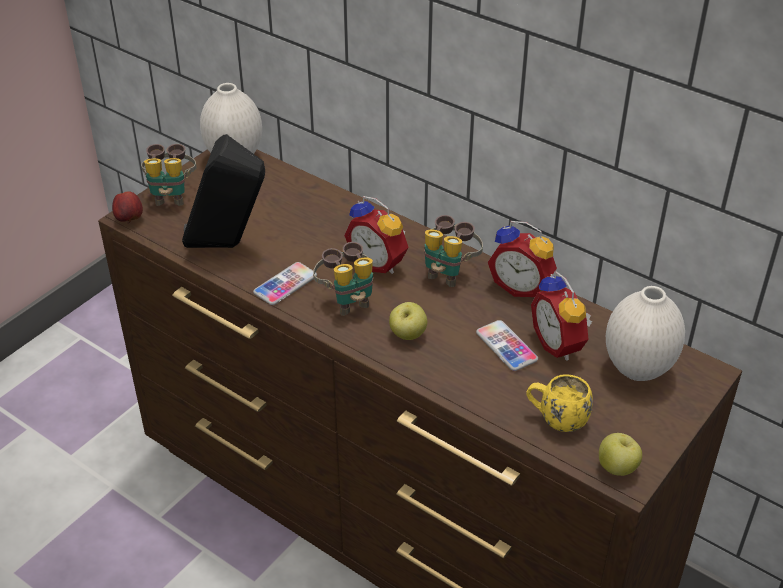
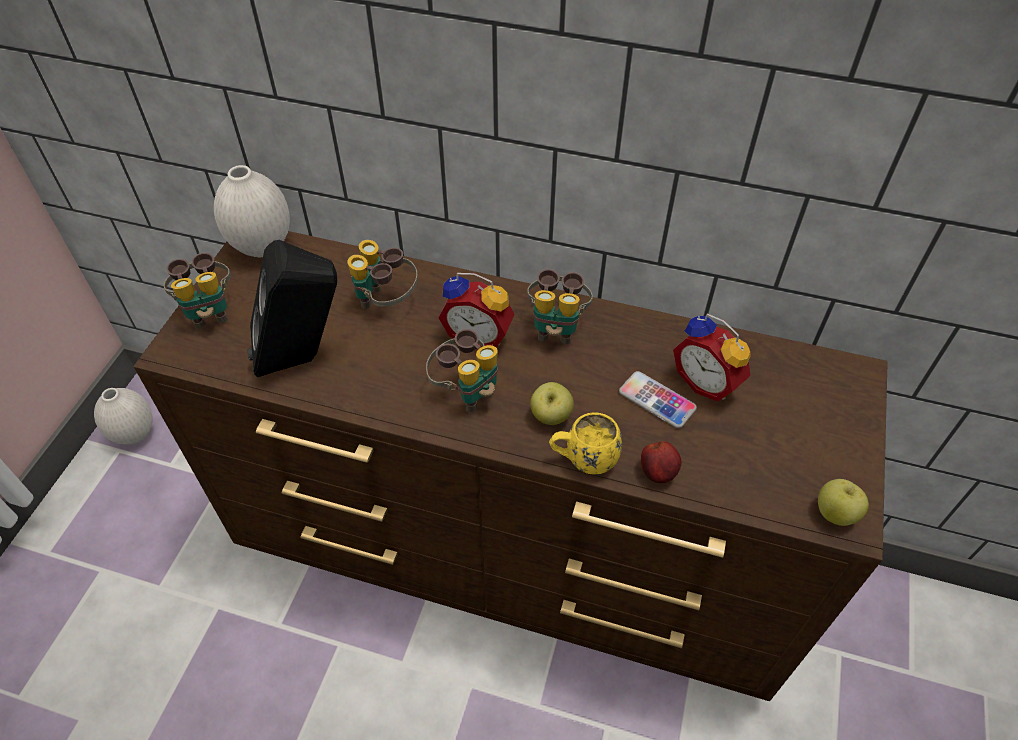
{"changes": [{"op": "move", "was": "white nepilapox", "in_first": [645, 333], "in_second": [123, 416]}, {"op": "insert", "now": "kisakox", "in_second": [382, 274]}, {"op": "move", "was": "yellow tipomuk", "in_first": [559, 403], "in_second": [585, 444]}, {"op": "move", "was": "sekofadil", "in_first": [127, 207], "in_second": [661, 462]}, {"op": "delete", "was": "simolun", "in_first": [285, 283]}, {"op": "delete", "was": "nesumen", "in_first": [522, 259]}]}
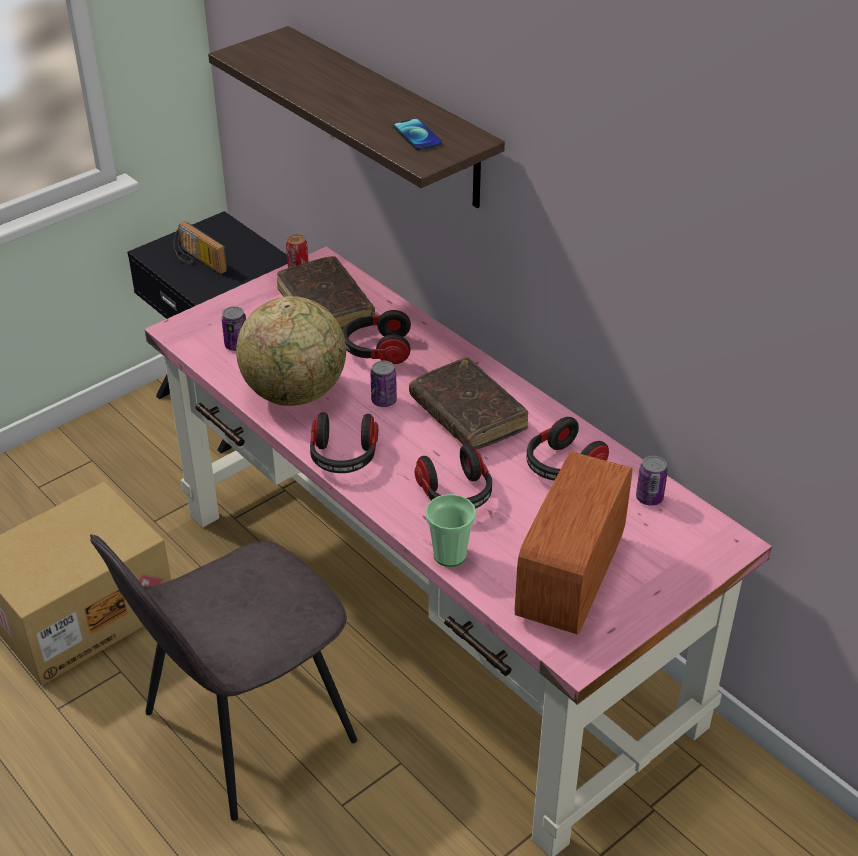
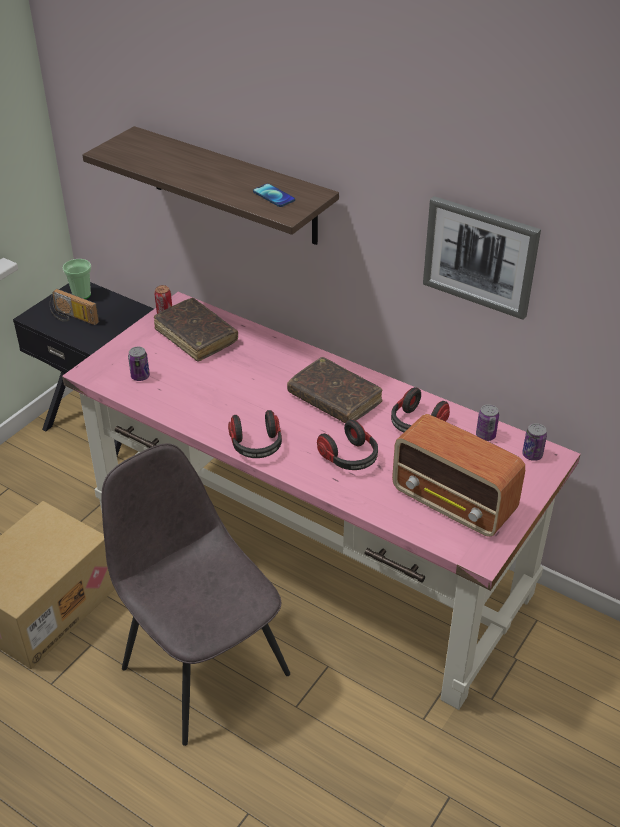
{"changes": [{"op": "move", "was": "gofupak", "in_first": [450, 530], "in_second": [77, 279]}, {"op": "rotate", "was": "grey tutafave", "in_first": [223, 677], "in_second": [195, 594], "clockwise": 105}, {"op": "rotate", "was": "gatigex", "in_first": [574, 543], "in_second": [458, 475], "clockwise": -60}, {"op": "insert", "now": "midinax", "in_second": [482, 258]}, {"op": "move", "was": "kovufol", "in_first": [383, 383], "in_second": [534, 442]}, {"op": "delete", "was": "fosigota", "in_first": [291, 351]}, {"op": "delete", "was": "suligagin", "in_first": [376, 337]}]}
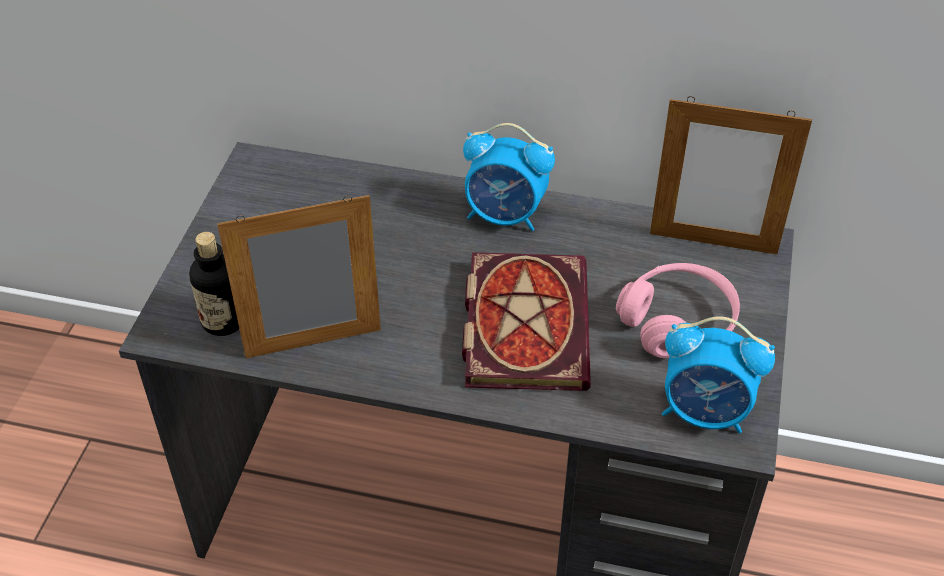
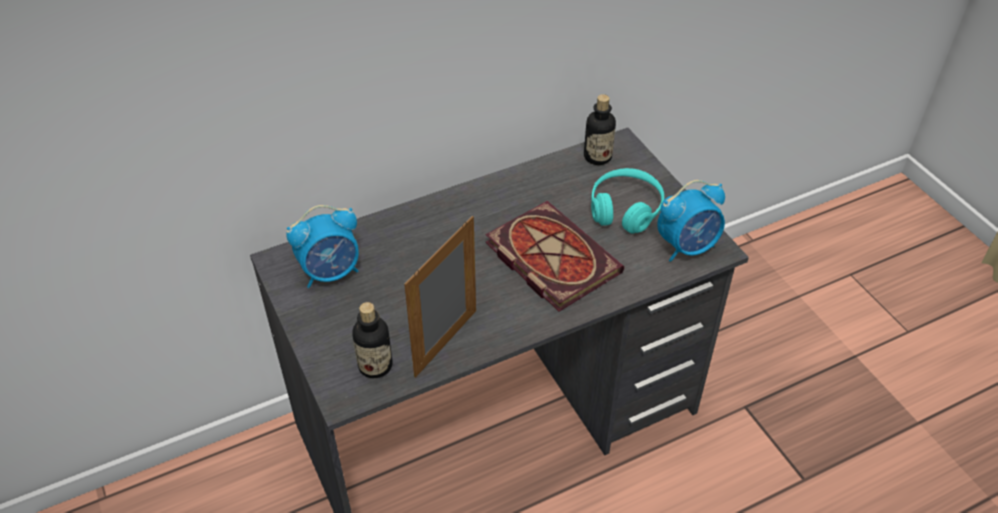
{"changes": [{"op": "move", "was": "nesumen", "in_first": [509, 177], "in_second": [322, 246]}, {"op": "replace", "was": "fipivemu", "now": "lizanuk", "in_first": [731, 175], "in_second": [600, 129]}, {"op": "recolor", "was": "pink suligagin", "now": "turquoise suligagin", "in_first": [678, 310], "in_second": [627, 201]}]}
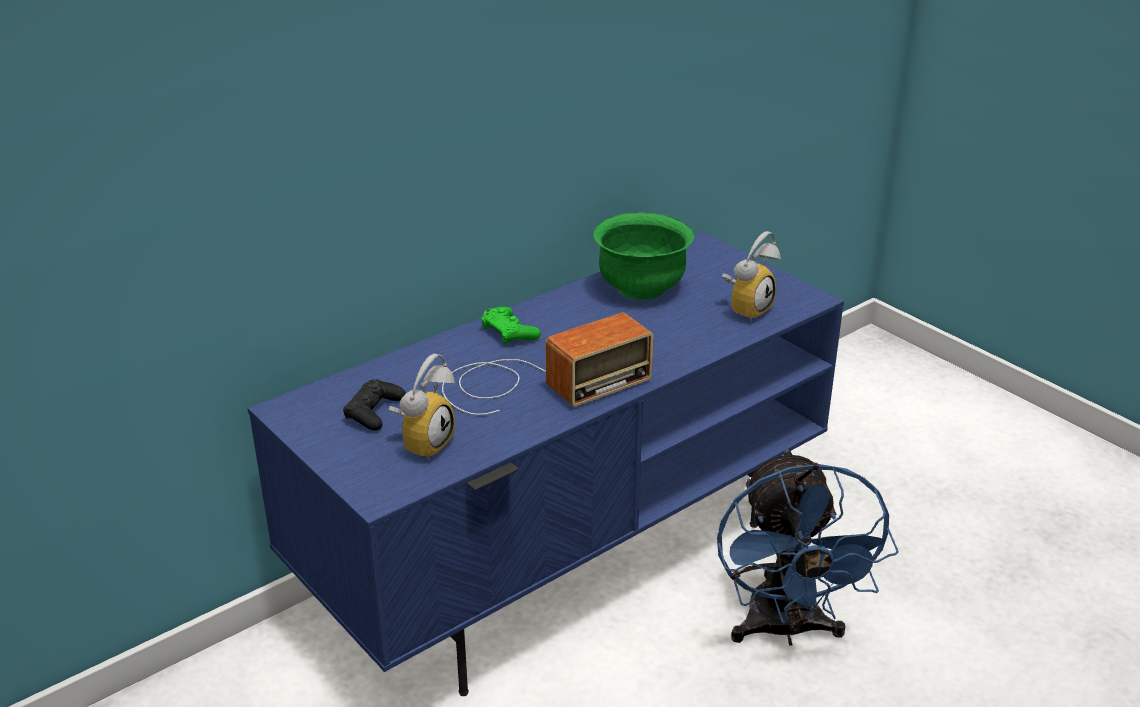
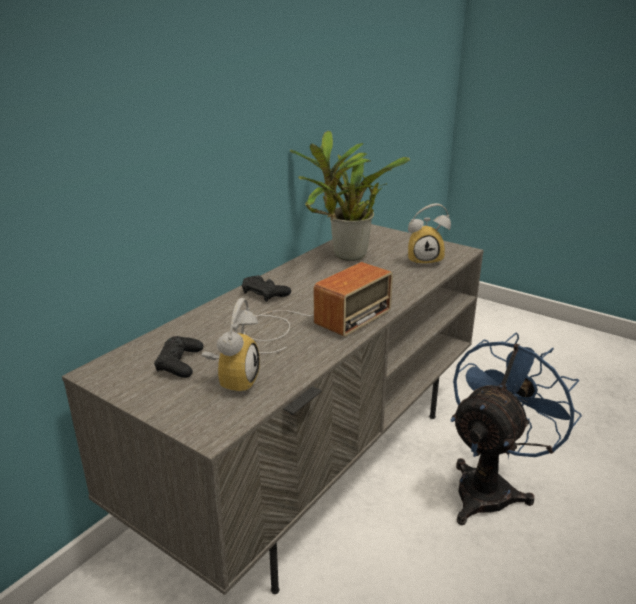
{"changes": [{"op": "recolor", "was": "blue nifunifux", "now": "grey nifunifux", "in_first": [545, 464], "in_second": [273, 409]}, {"op": "recolor", "was": "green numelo", "now": "black numelo", "in_first": [511, 326], "in_second": [266, 288]}, {"op": "replace", "was": "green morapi", "now": "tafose", "in_first": [643, 256], "in_second": [350, 196]}, {"op": "rotate", "was": "nesumen", "in_first": [751, 276], "in_second": [429, 234], "clockwise": 60}, {"op": "rotate", "was": "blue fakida", "in_first": [808, 547], "in_second": [516, 429], "clockwise": -120}]}
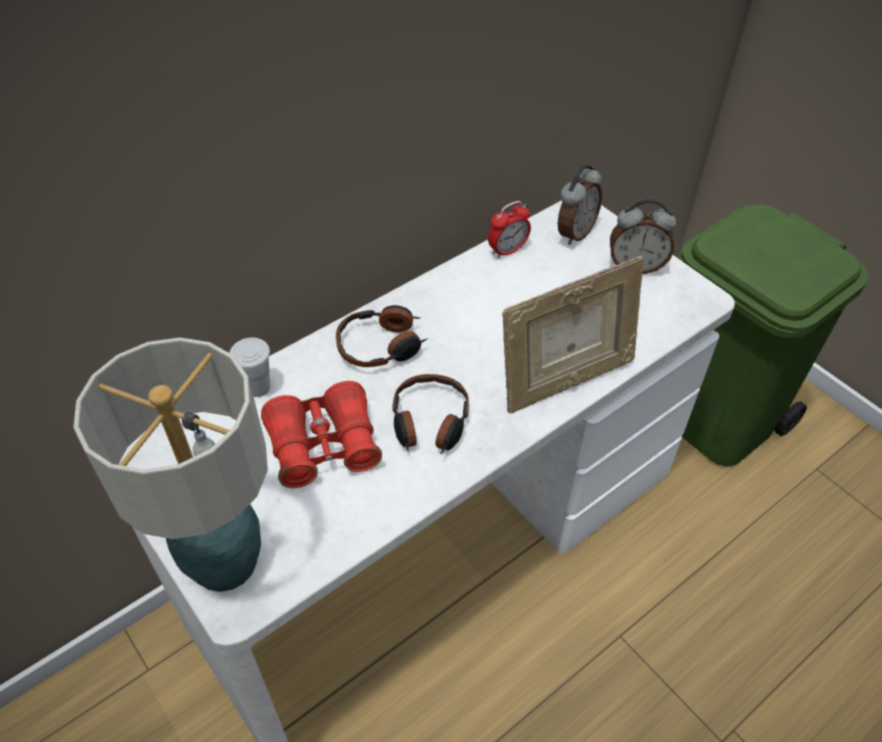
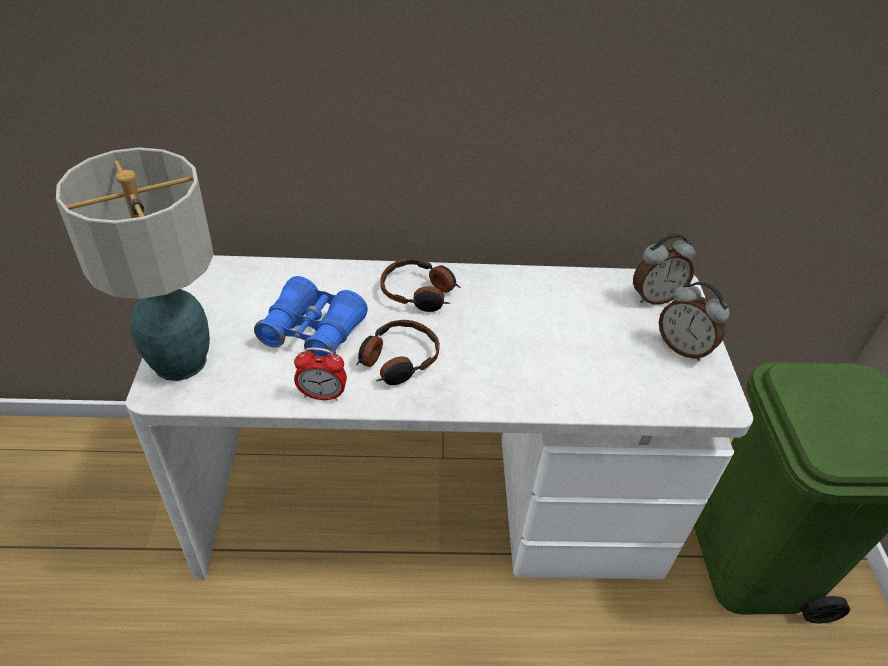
{"changes": [{"op": "recolor", "was": "red kisakox", "now": "blue kisakox", "in_first": [321, 434], "in_second": [311, 316]}, {"op": "move", "was": "nesumen", "in_first": [509, 230], "in_second": [320, 374]}, {"op": "delete", "was": "white gofupak", "in_first": [249, 367]}, {"op": "delete", "was": "fipivemu", "in_first": [573, 334]}]}
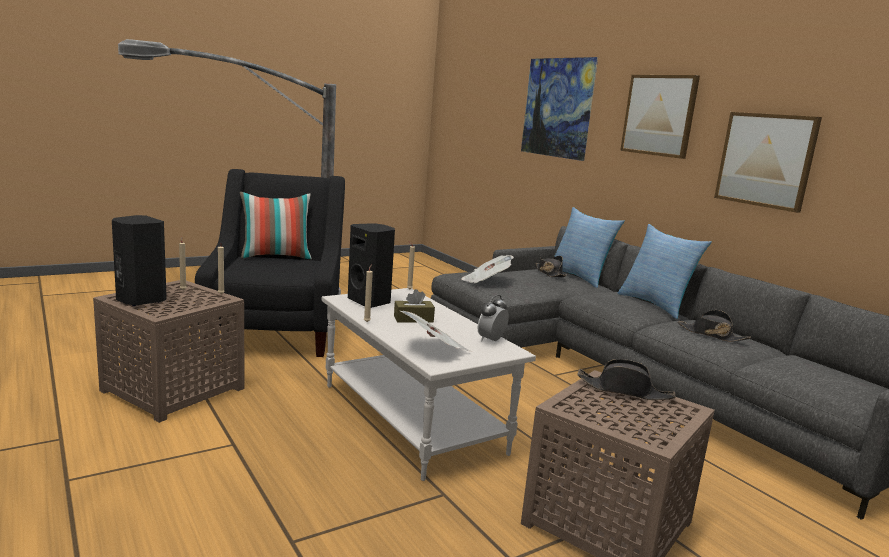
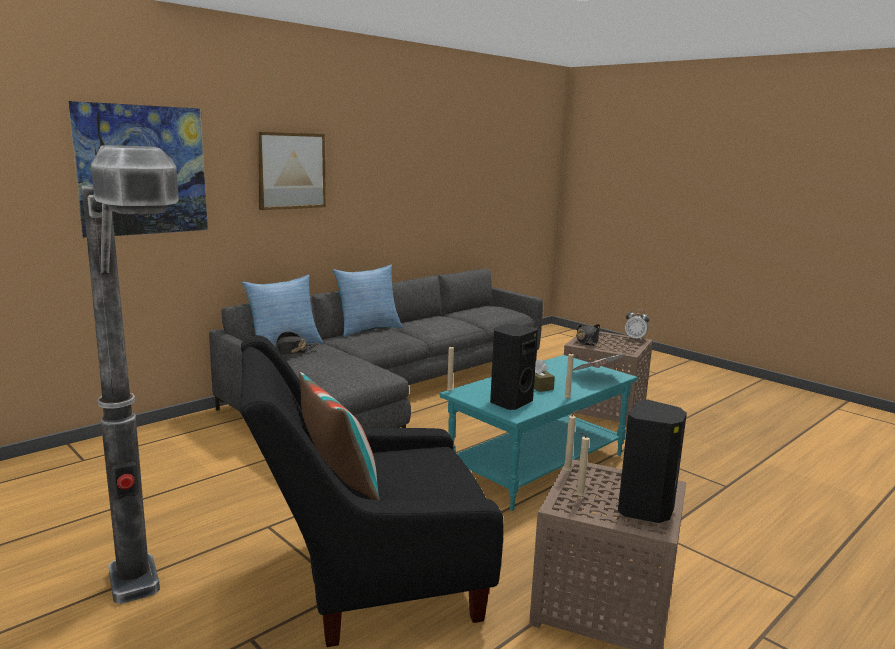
{"changes": [{"op": "recolor", "was": "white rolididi", "now": "turquoise rolididi", "in_first": [429, 384], "in_second": [539, 433]}, {"op": "move", "was": "nesumen", "in_first": [493, 318], "in_second": [637, 325]}, {"op": "delete", "was": "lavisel", "in_first": [488, 269]}, {"op": "delete", "was": "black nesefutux", "in_first": [714, 326]}, {"op": "delete", "was": "midinax", "in_first": [768, 162]}]}
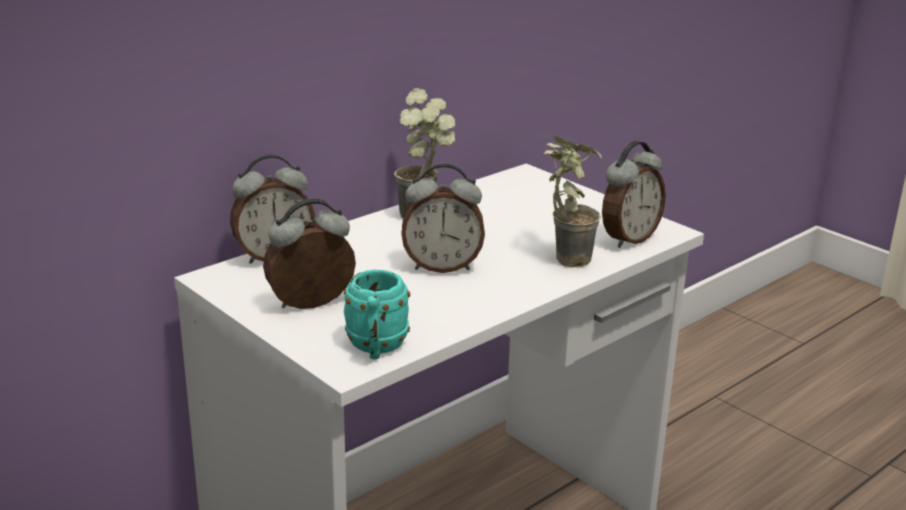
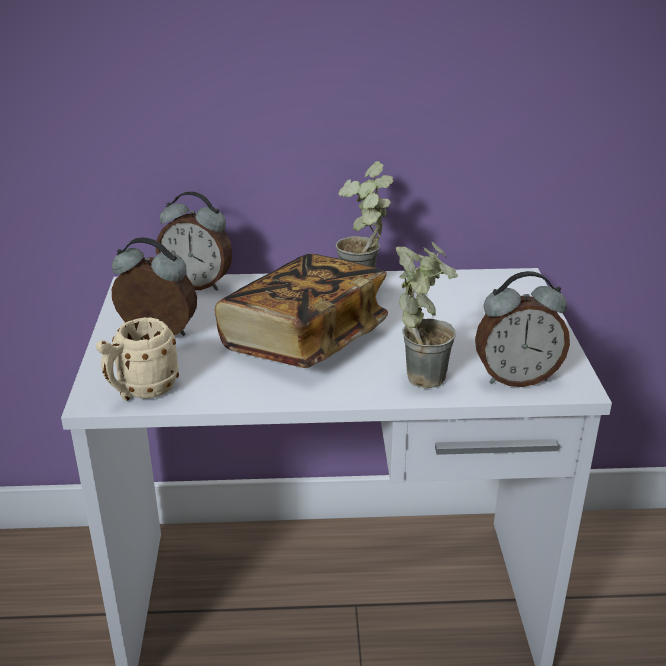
{"changes": [{"op": "recolor", "was": "turquoise tipomuk", "now": "beige tipomuk", "in_first": [376, 314], "in_second": [137, 359]}, {"op": "replace", "was": "nesumen", "now": "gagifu", "in_first": [443, 218], "in_second": [301, 311]}]}
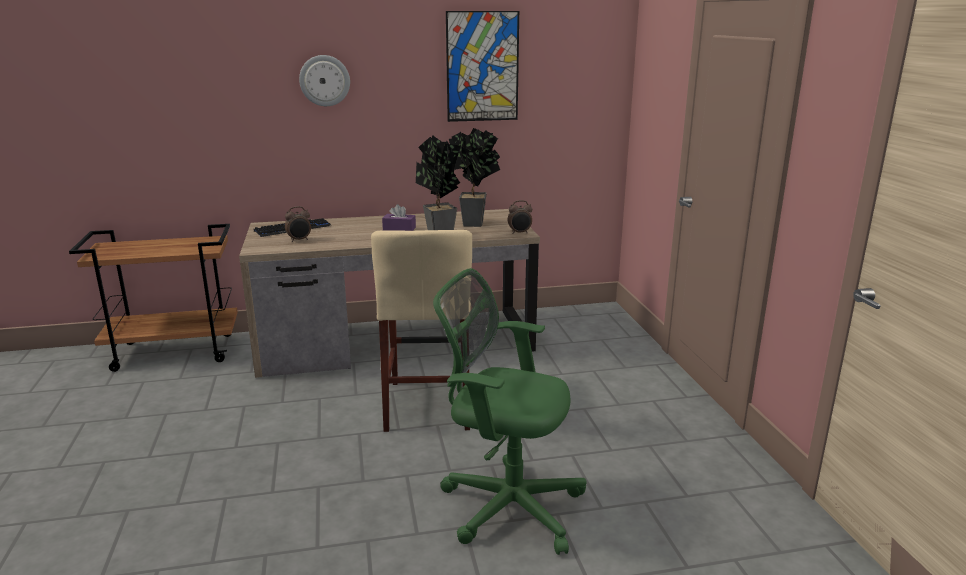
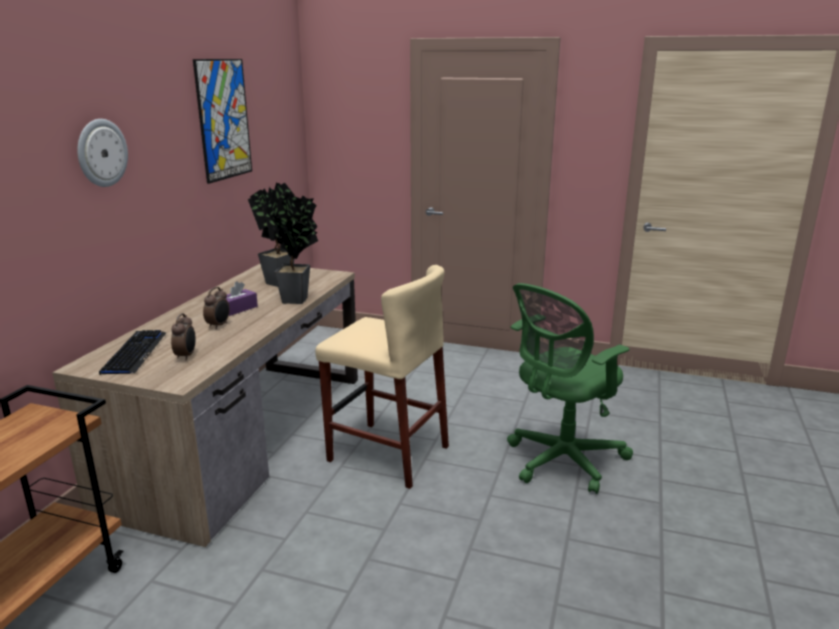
{"changes": [{"op": "move", "was": "nesumen", "in_first": [520, 217], "in_second": [216, 308]}]}
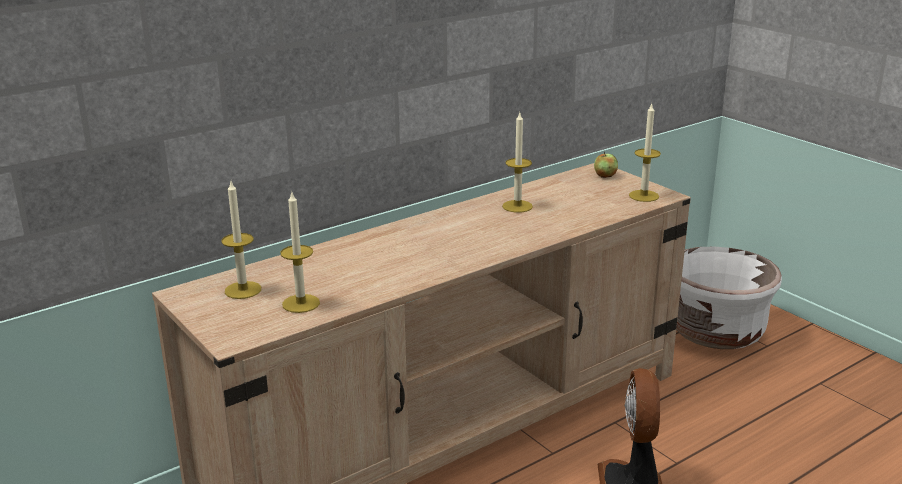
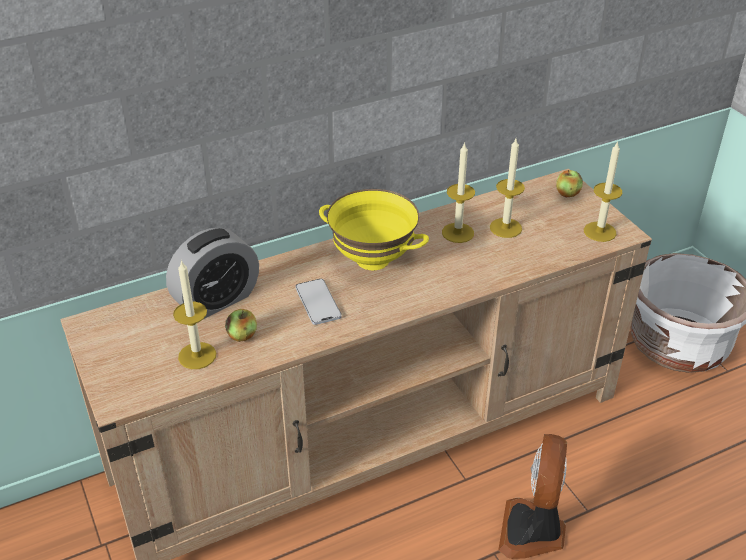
{"changes": [{"op": "insert", "now": "nesumen", "in_second": [212, 273]}, {"op": "insert", "now": "sekofadil", "in_second": [241, 325]}, {"op": "insert", "now": "simolun", "in_second": [319, 302]}, {"op": "insert", "now": "yellow morapi", "in_second": [374, 229]}, {"op": "move", "was": "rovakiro", "in_first": [241, 240], "in_second": [507, 188]}]}
